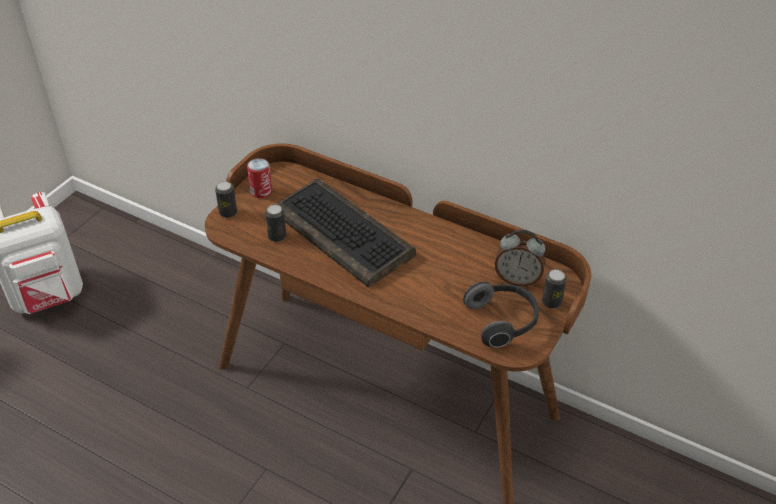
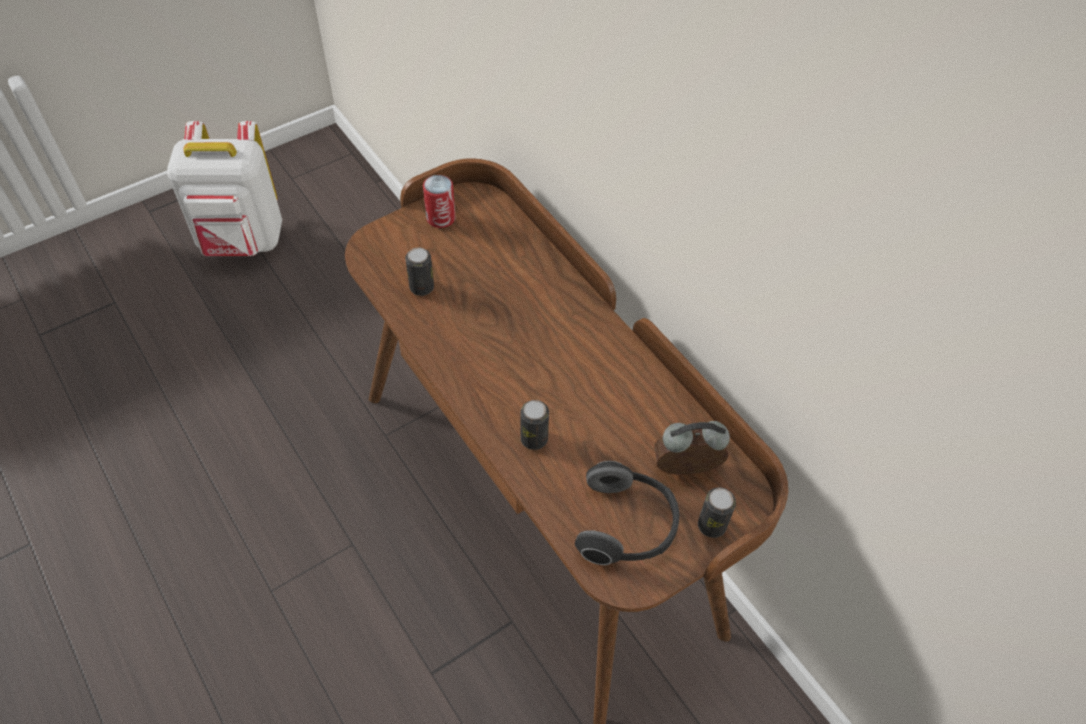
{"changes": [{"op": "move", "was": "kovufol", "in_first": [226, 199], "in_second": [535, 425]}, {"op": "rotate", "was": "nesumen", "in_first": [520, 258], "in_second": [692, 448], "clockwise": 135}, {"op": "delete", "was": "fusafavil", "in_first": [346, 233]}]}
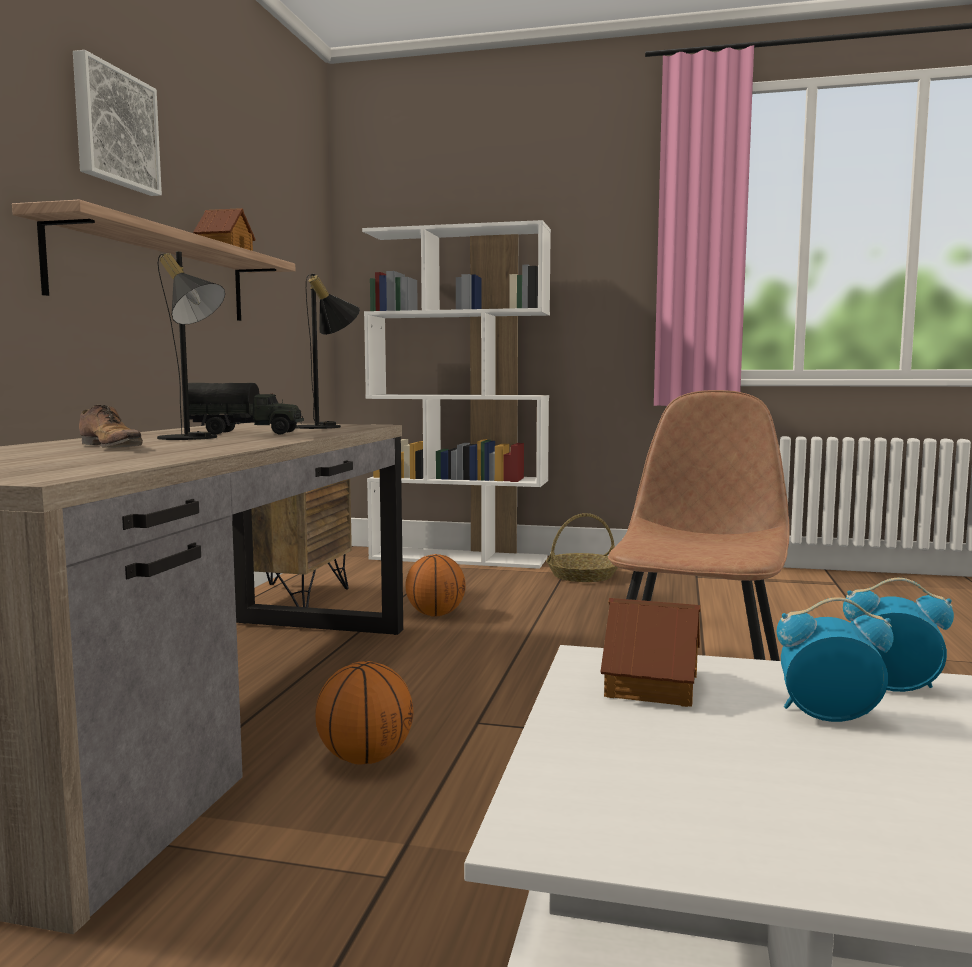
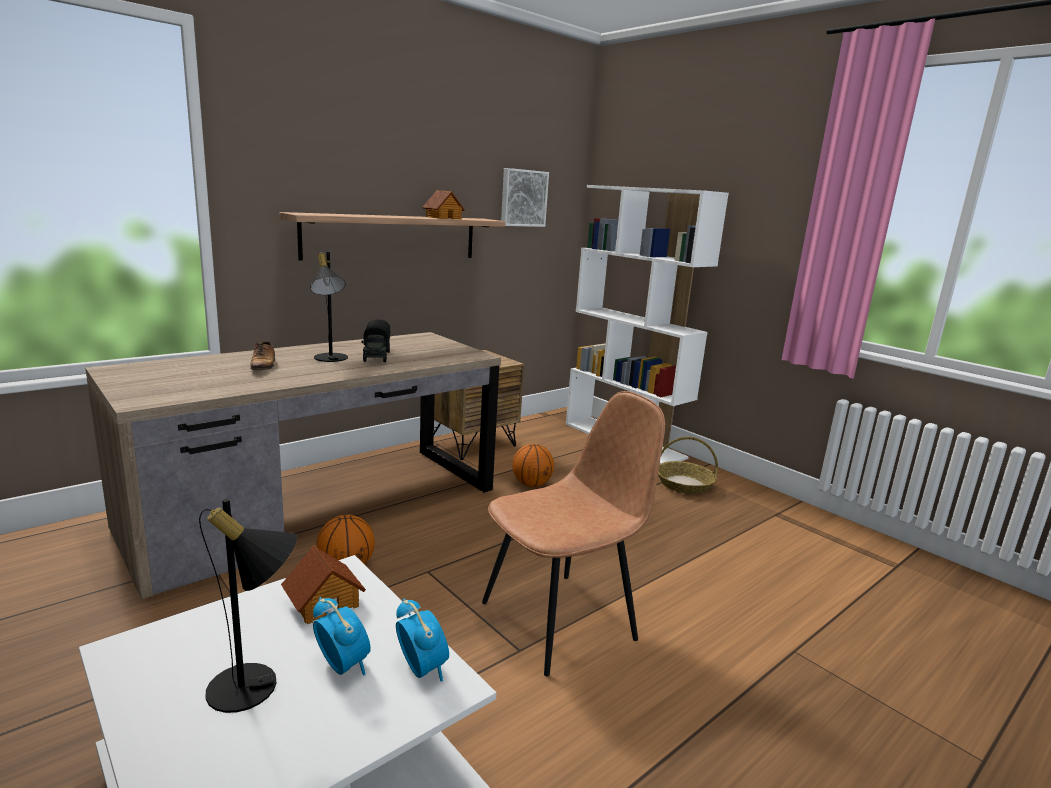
{"changes": [{"op": "move", "was": "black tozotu", "in_first": [328, 351], "in_second": [248, 605]}, {"op": "rotate", "was": "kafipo", "in_first": [246, 409], "in_second": [376, 341], "clockwise": 45}, {"op": "move", "was": "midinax", "in_first": [117, 123], "in_second": [525, 197]}]}
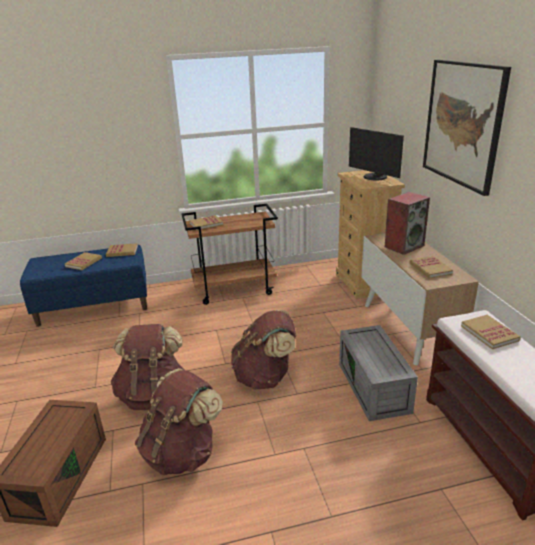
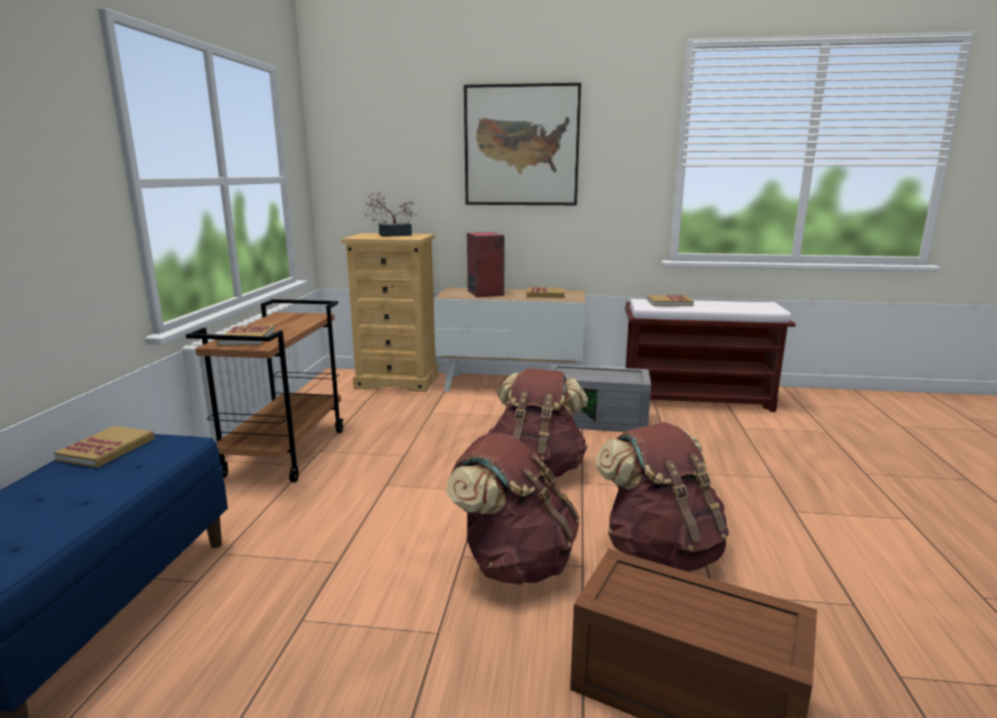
{"changes": [{"op": "replace", "was": "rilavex", "now": "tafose", "in_first": [376, 153], "in_second": [391, 214]}, {"op": "delete", "was": "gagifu", "in_first": [83, 261]}]}
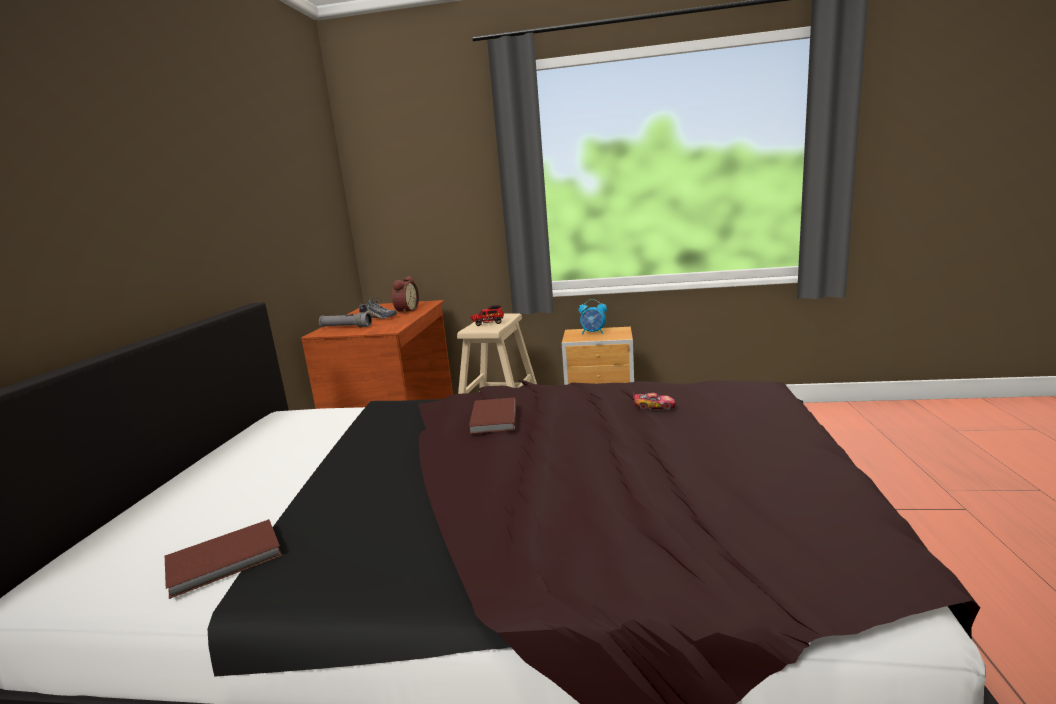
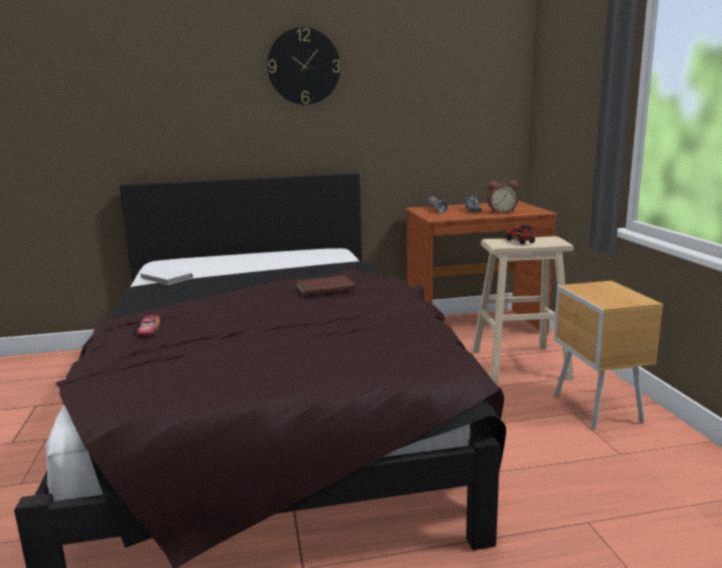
{"changes": [{"op": "move", "was": "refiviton", "in_first": [654, 401], "in_second": [148, 326]}, {"op": "recolor", "was": "brown gagifu", "now": "white gagifu", "in_first": [223, 559], "in_second": [166, 276]}, {"op": "insert", "now": "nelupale", "in_second": [303, 66]}, {"op": "delete", "was": "nesumen", "in_first": [593, 316]}]}
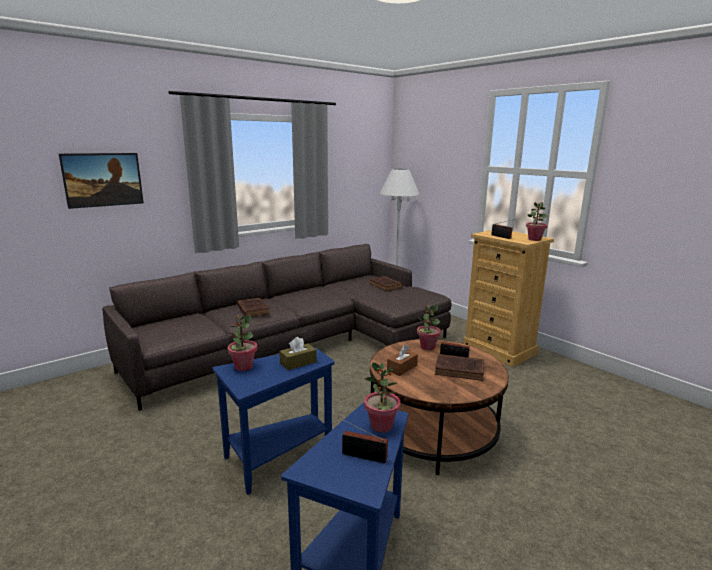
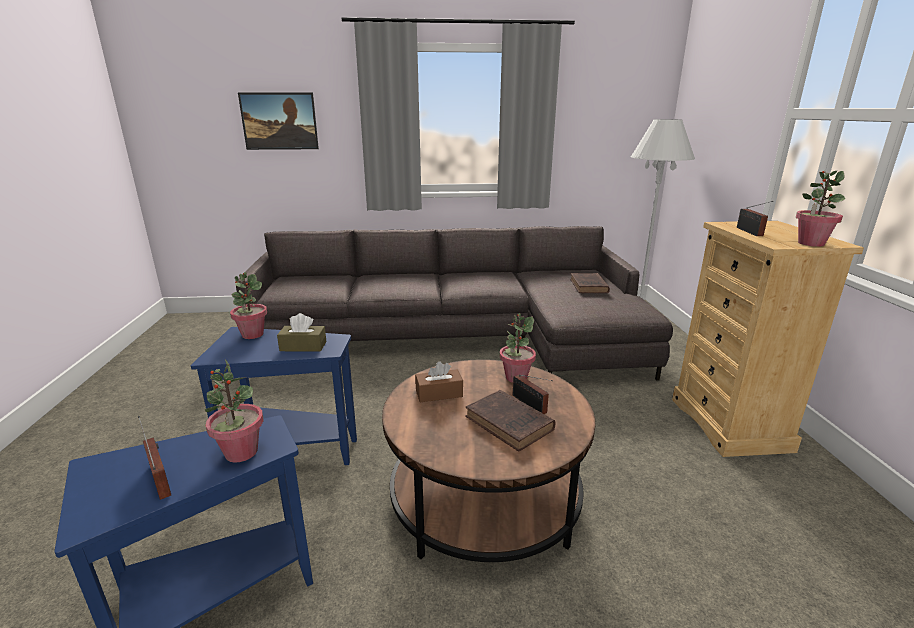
{"changes": [{"op": "delete", "was": "brown gagifu", "in_first": [253, 307]}]}
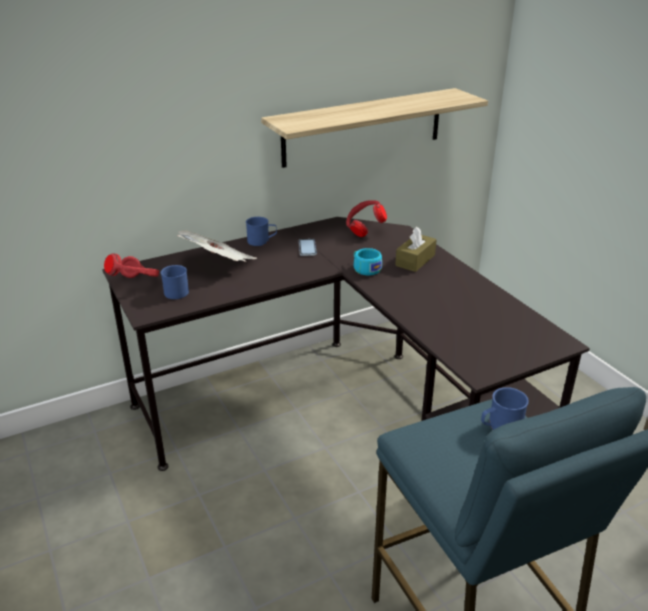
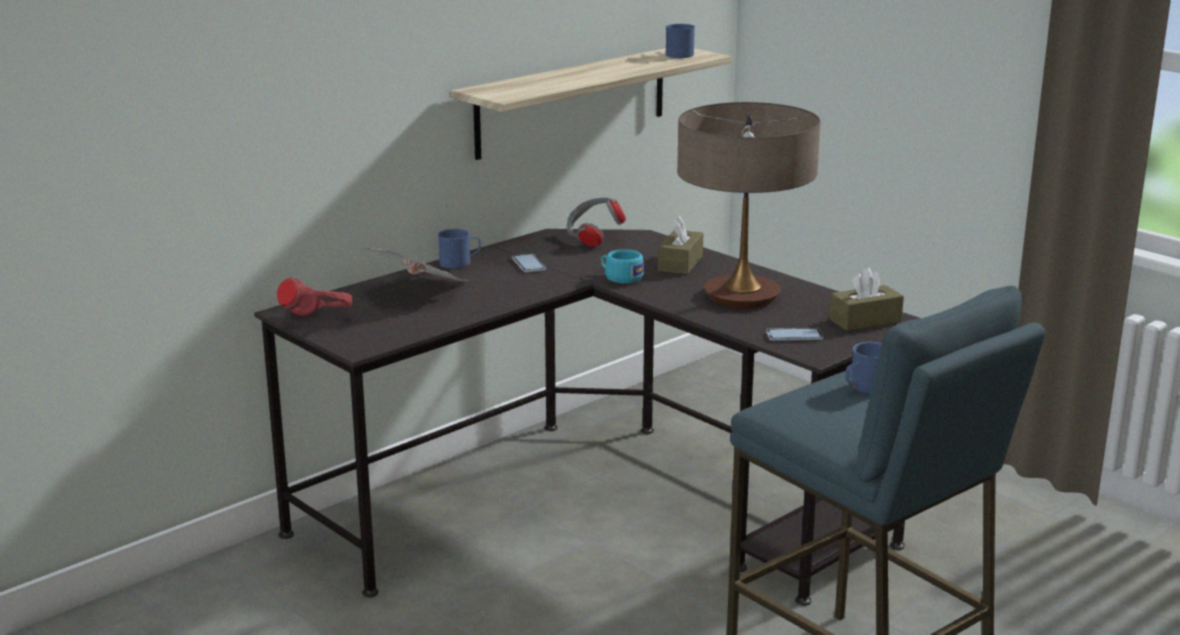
{"changes": [{"op": "recolor", "was": "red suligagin", "now": "grey suligagin", "in_first": [366, 218], "in_second": [596, 222]}, {"op": "move", "was": "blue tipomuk", "in_first": [175, 282], "in_second": [680, 41]}, {"op": "insert", "now": "tozotu", "in_second": [749, 205]}, {"op": "insert", "now": "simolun", "in_second": [794, 334]}, {"op": "insert", "now": "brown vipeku", "in_second": [866, 299]}]}
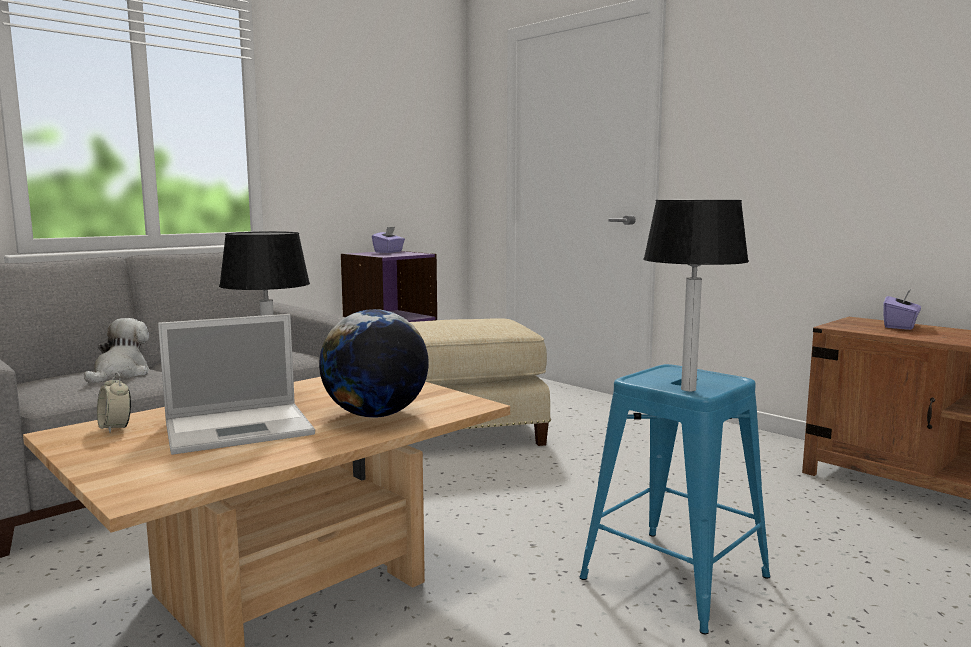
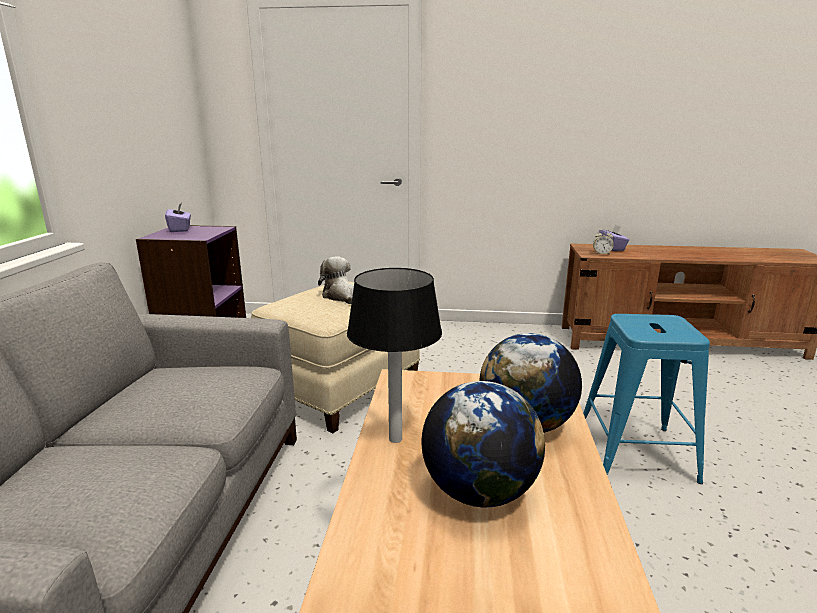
{"changes": [{"op": "move", "was": "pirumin", "in_first": [116, 351], "in_second": [336, 280]}, {"op": "replace", "was": "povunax", "now": "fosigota", "in_first": [236, 384], "in_second": [483, 444]}, {"op": "move", "was": "nesumen", "in_first": [114, 402], "in_second": [603, 242]}, {"op": "delete", "was": "tozotu", "in_first": [696, 295]}]}
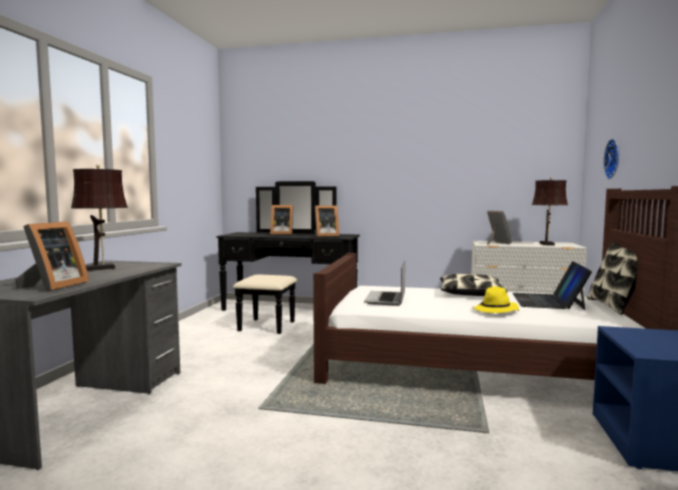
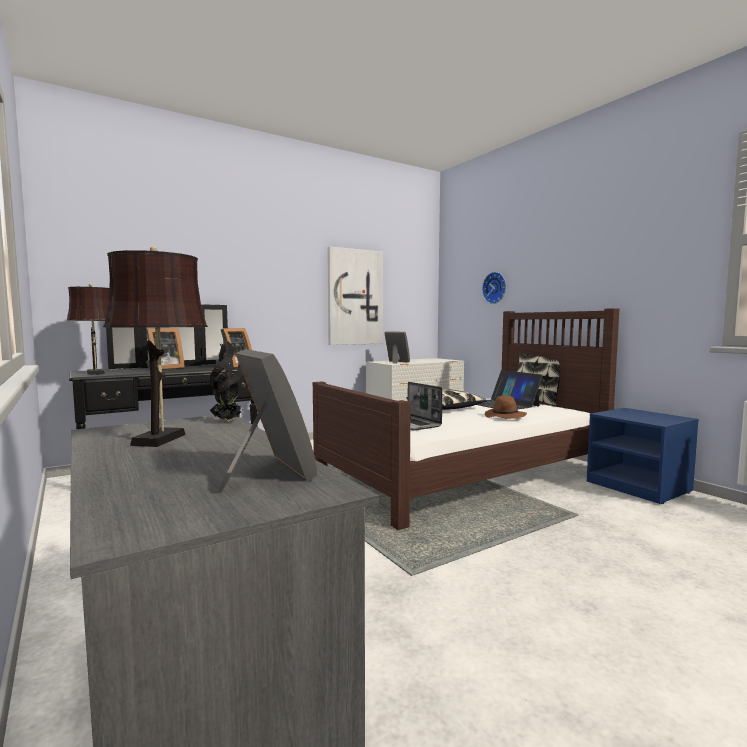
{"changes": [{"op": "move", "was": "brown tozotu", "in_first": [550, 211], "in_second": [87, 329]}, {"op": "insert", "now": "tafose", "in_second": [226, 381]}, {"op": "insert", "now": "midinax", "in_second": [355, 295]}, {"op": "recolor", "was": "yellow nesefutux", "now": "brown nesefutux", "in_first": [495, 299], "in_second": [506, 407]}]}
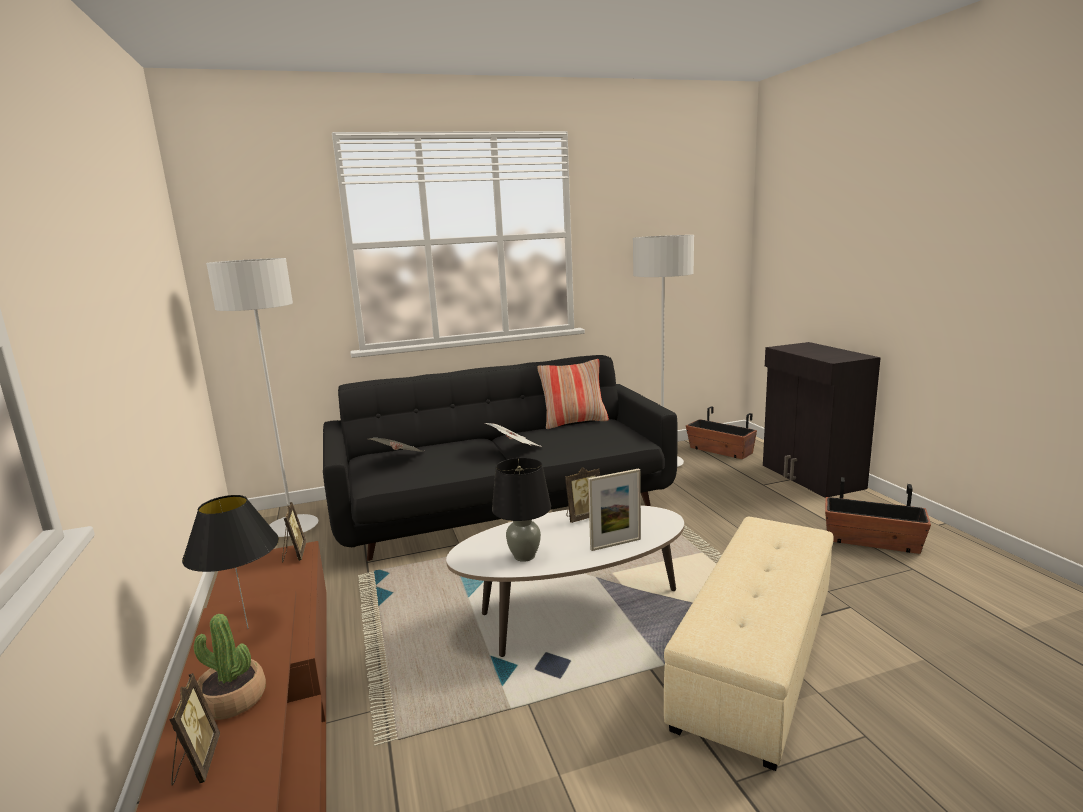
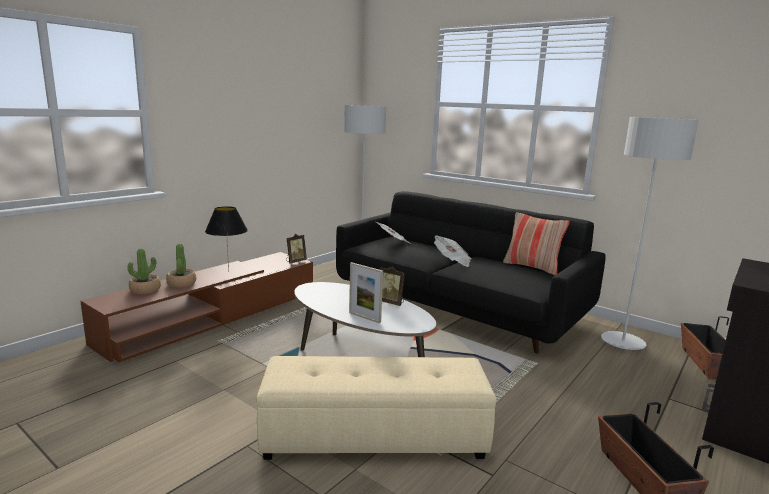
{"changes": [{"op": "replace", "was": "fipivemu", "now": "tafose", "in_first": [194, 729], "in_second": [144, 271]}, {"op": "delete", "was": "black tozotu", "in_first": [521, 510]}]}
